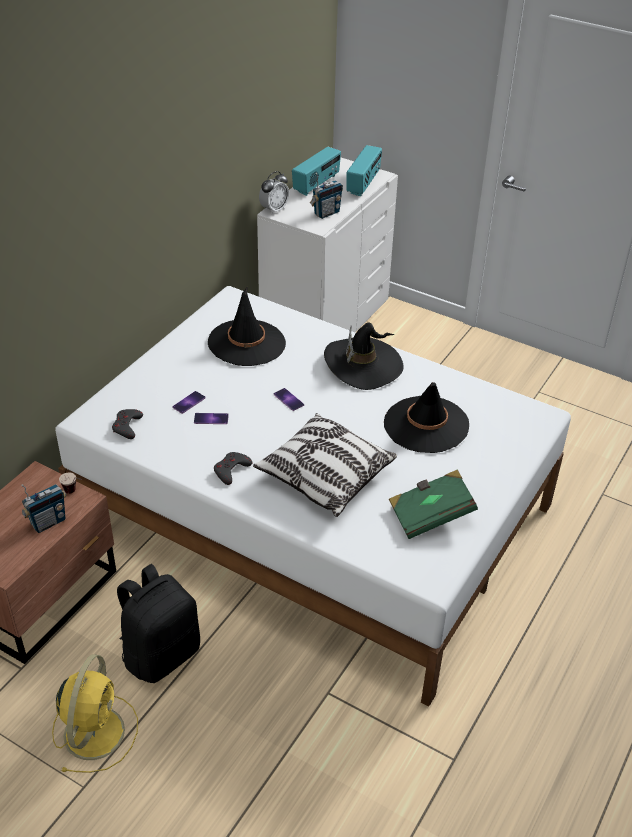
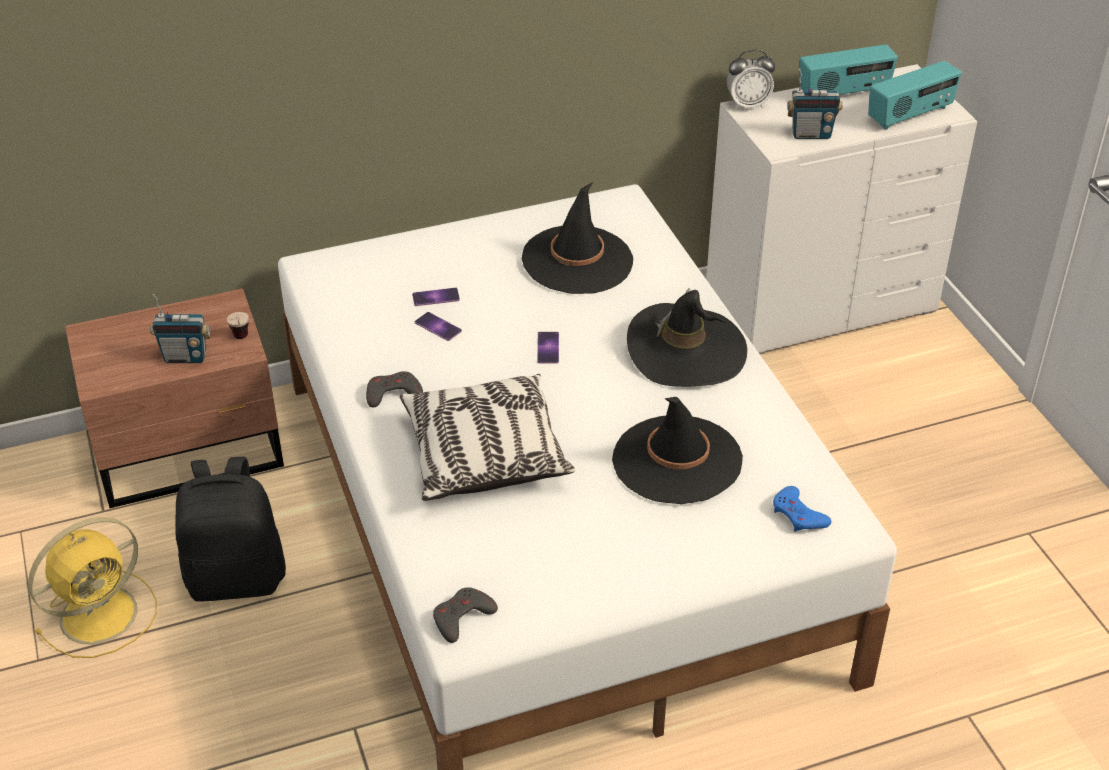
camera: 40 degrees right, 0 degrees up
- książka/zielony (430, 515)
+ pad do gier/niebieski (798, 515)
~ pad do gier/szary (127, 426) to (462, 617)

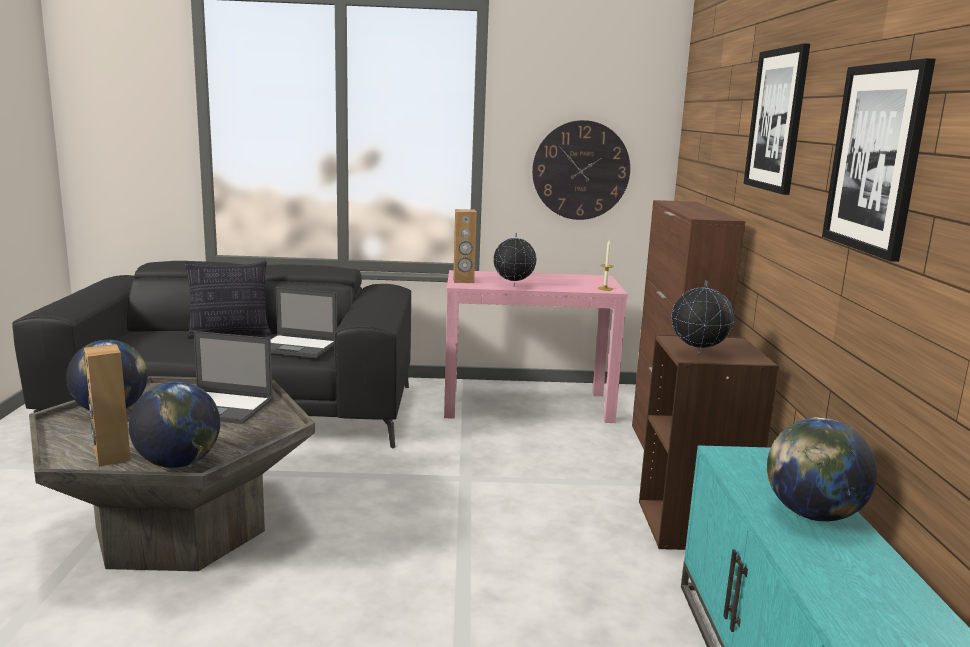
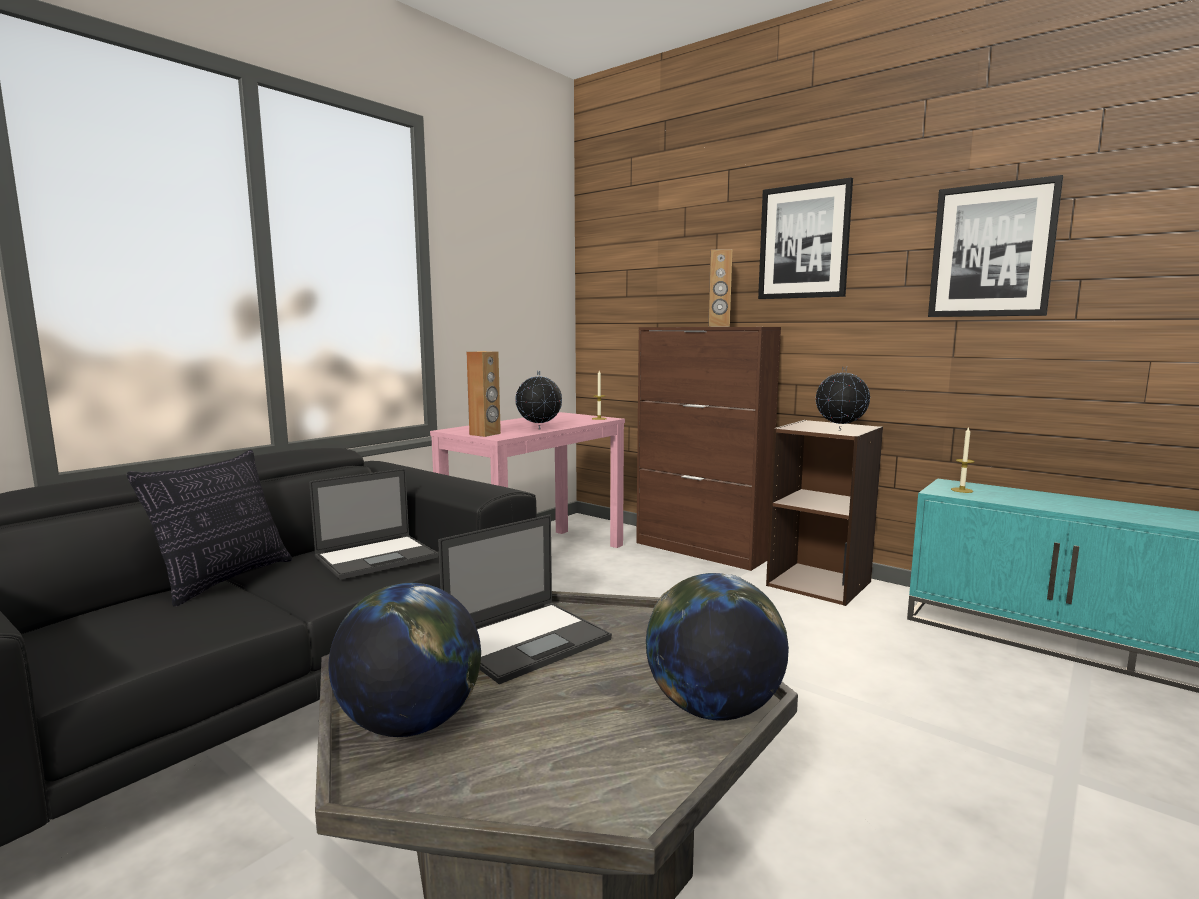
camera: 50 degrees left, 5 degrees down
- zegar ścienny (581, 170)
- globus (812, 515)
+ świeca (962, 490)
~ głośnik/brązowy (112, 457) to (718, 326)

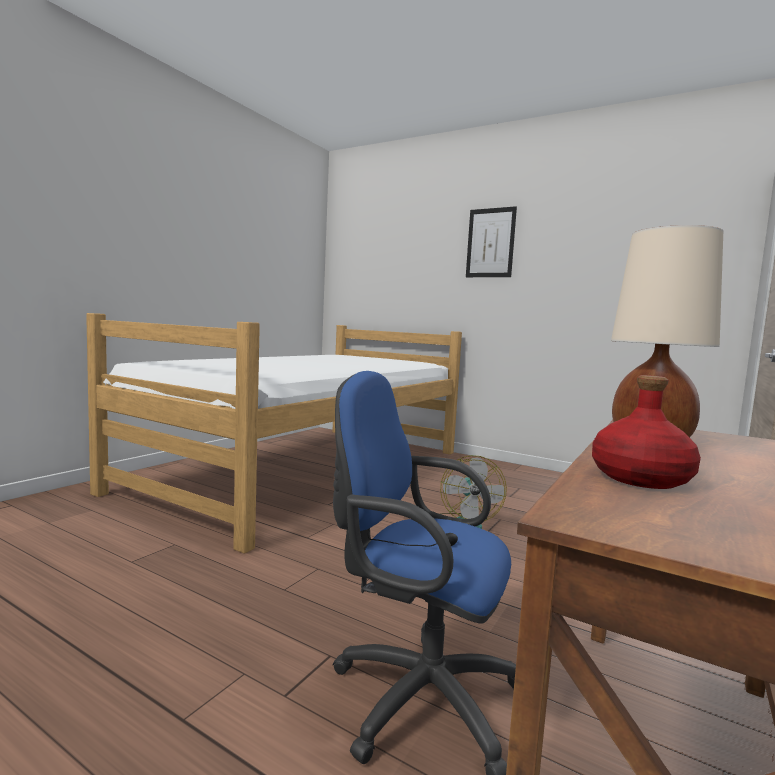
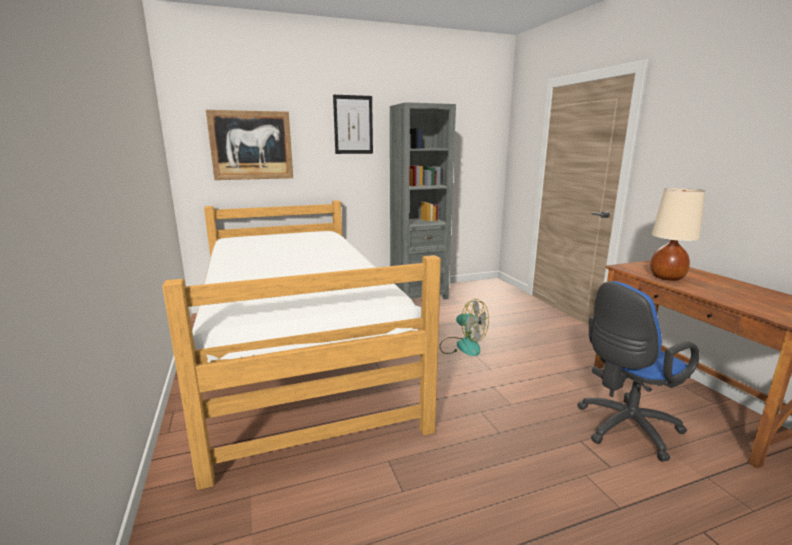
camera: 50 degrees left, 10 degrees up
- butelka/czerwony (640, 478)
+ obraz (251, 145)
+ regał/szary (418, 295)

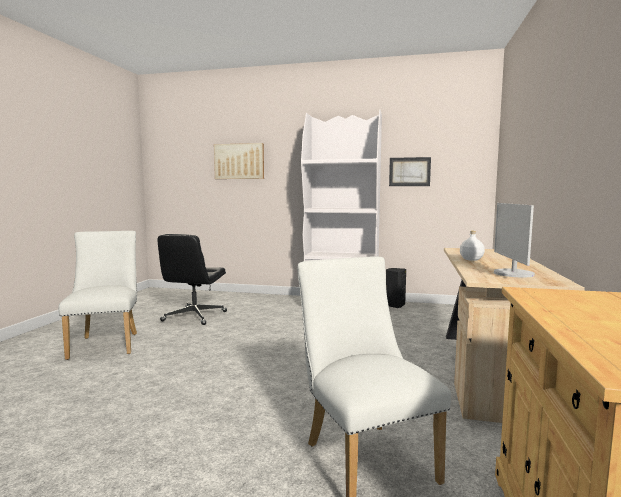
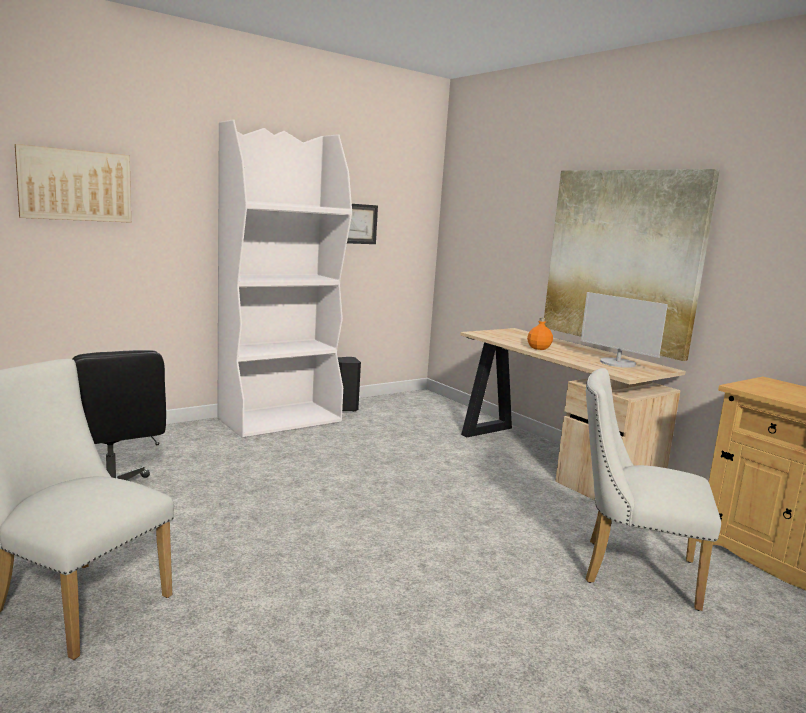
camera: 50 degrees left, 5 degrees up
+ obraz (622, 258)
~ butelka/biały (471, 259) to butelka/pomarańczowy (538, 348)

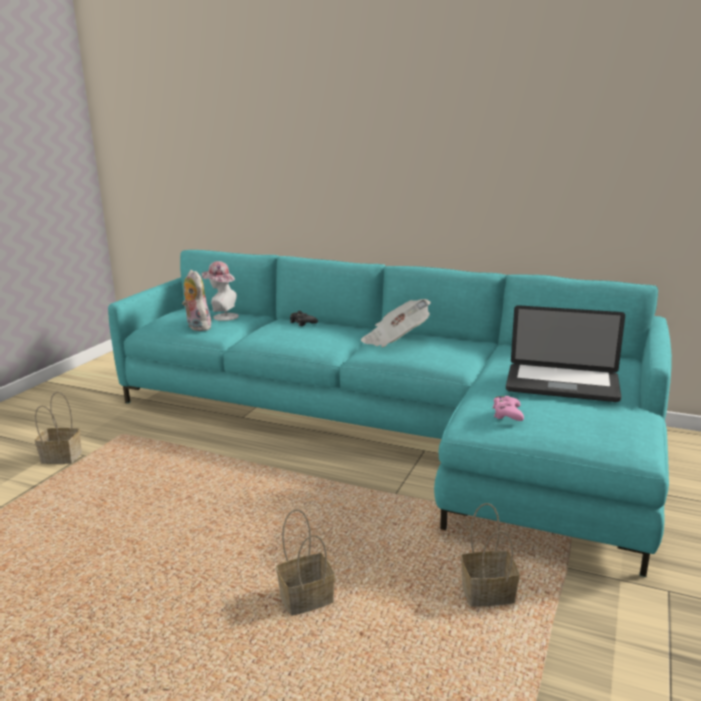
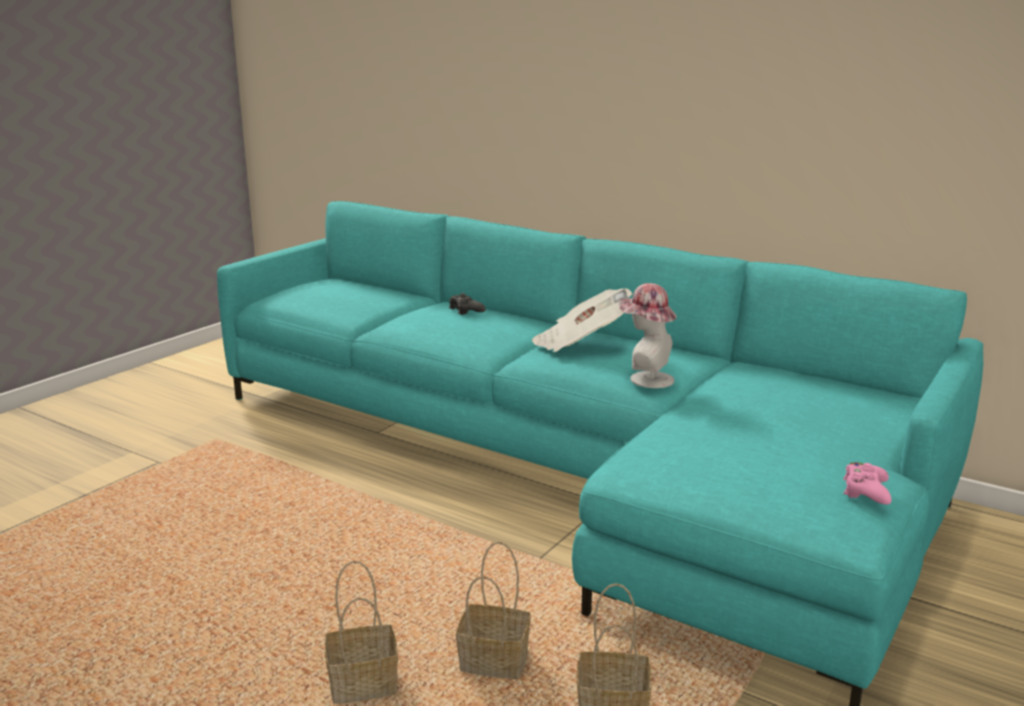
camera: 10 degrees right, 0 degrees up
- pluszak (197, 327)
- laptop (562, 384)
~ koszyk (60, 457) to (491, 663)
~ kapelusz (222, 316) to (645, 379)
~ pad do gier/różowy (507, 414) to (865, 491)

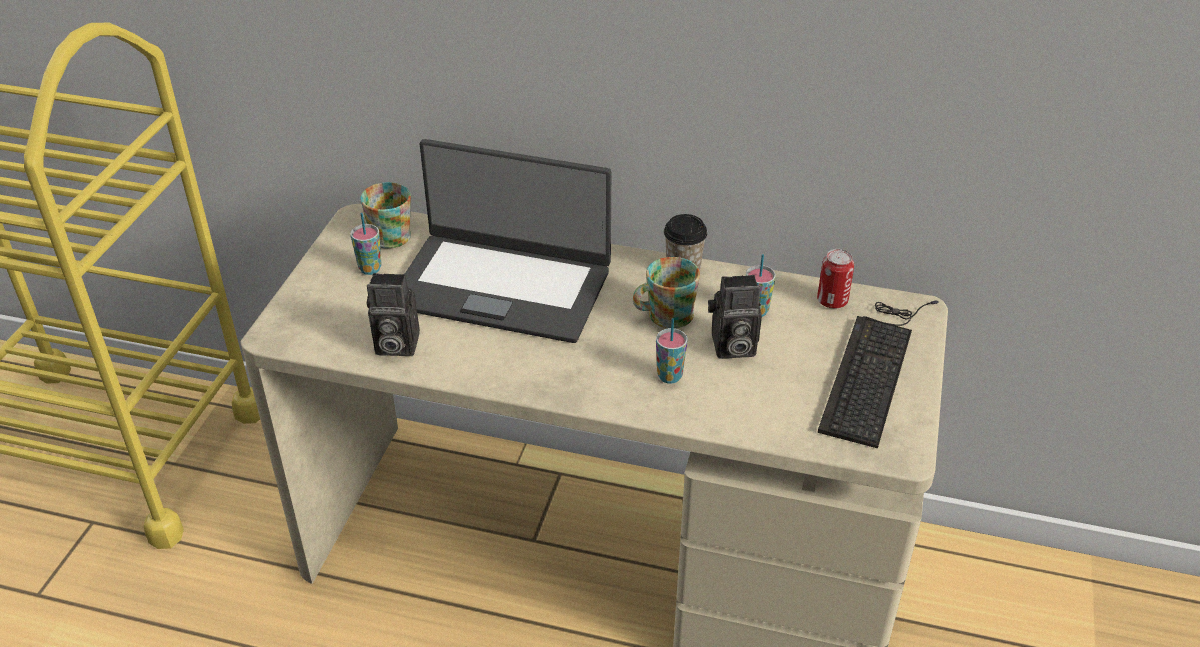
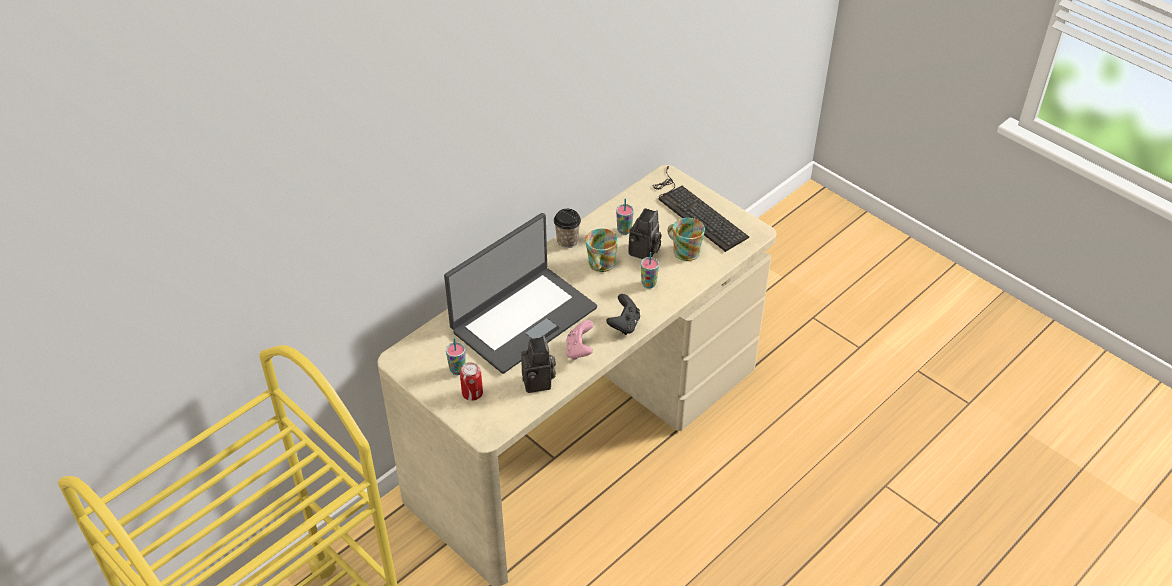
camera: 60 degrees left, 5 degrees up
+ pad do gier/różowy (579, 350)
+ pad do gier/czarny (624, 324)
~ kubek (393, 232) to (683, 249)
~ puszka (832, 301) to (472, 394)
~ aparat fotograficzny (394, 345) = (539, 383) 45 degrees counterclockwise

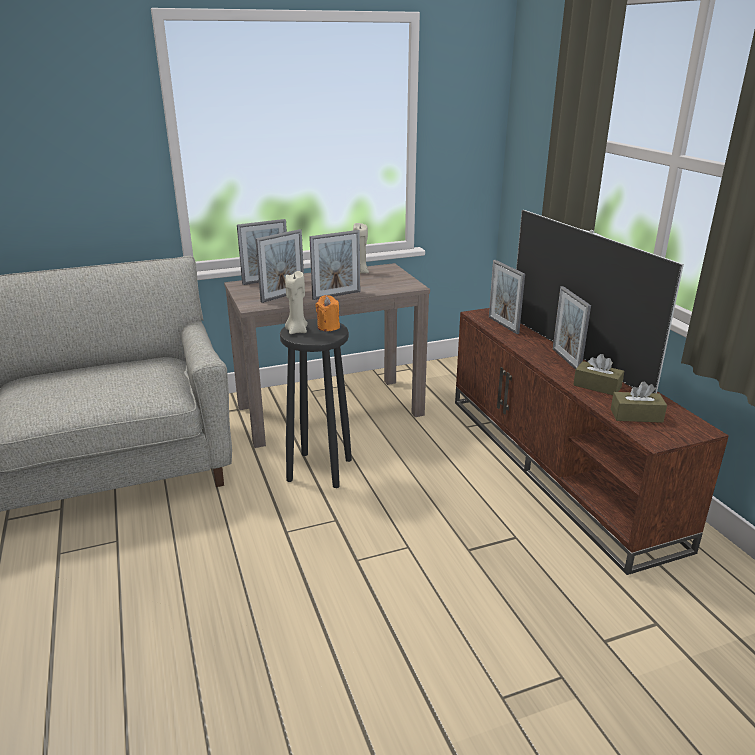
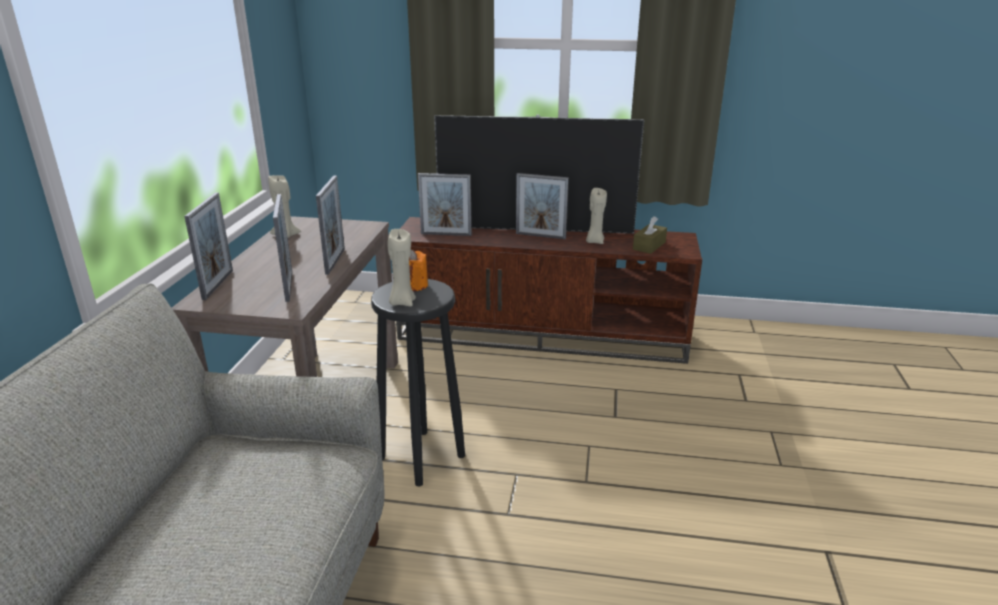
camera: 60 degrees left, 0 degrees up
~ pudełko chusteczek/brązowy (597, 386) to świeca/beżowy (594, 241)

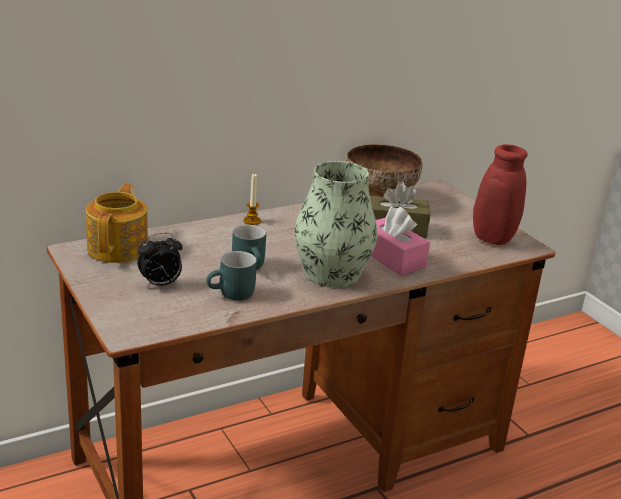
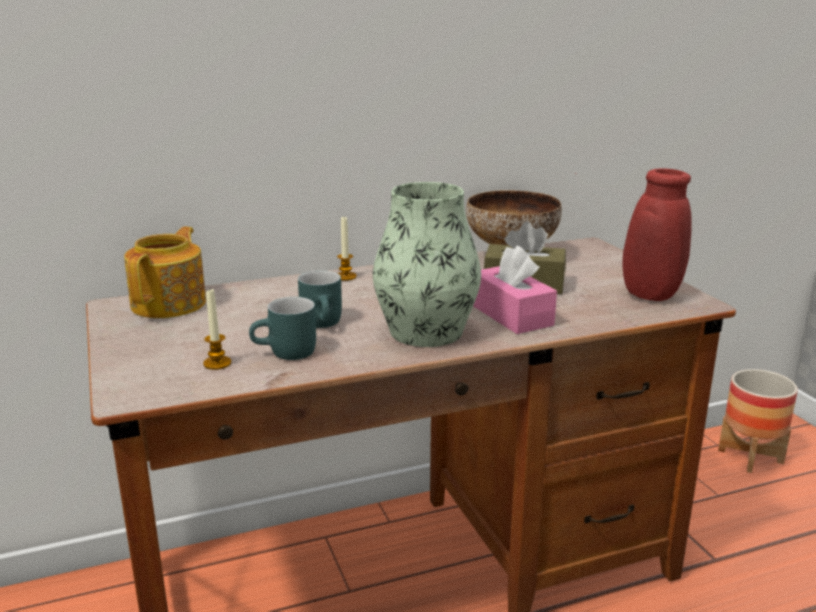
camera: 10 degrees right, 5 degrees down
- budzik (160, 284)
+ świeca (217, 363)
+ donica (750, 456)

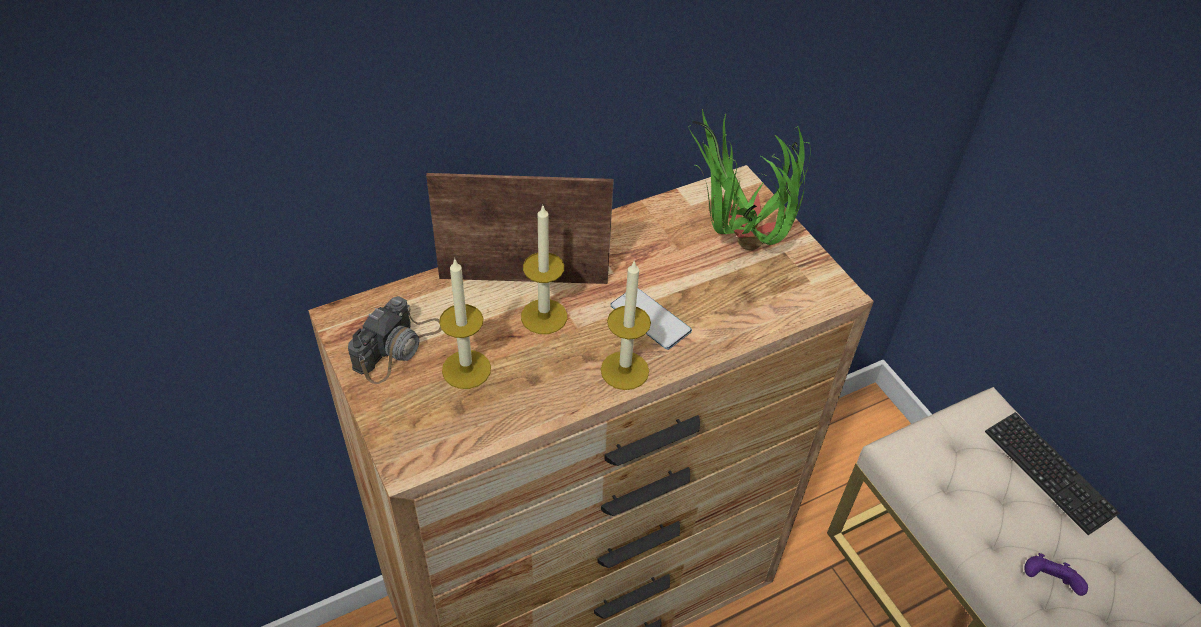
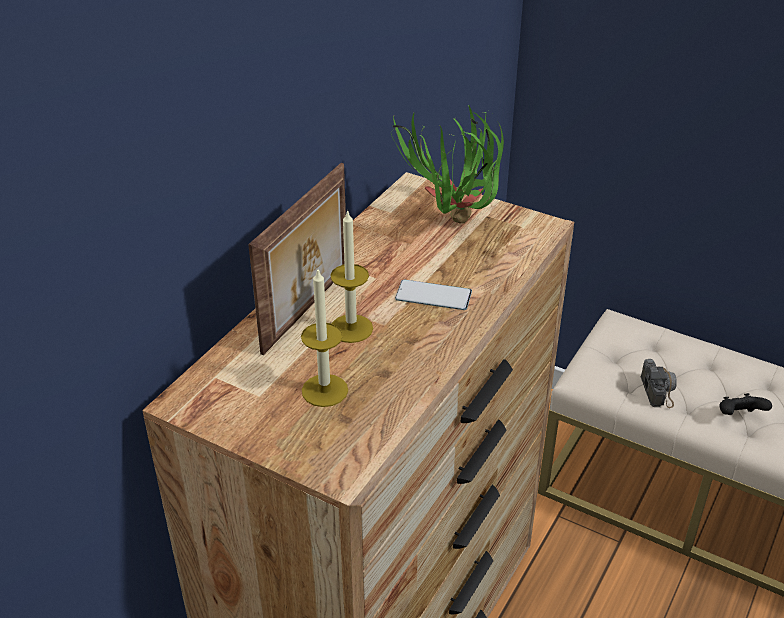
camera: 30 degrees left, 10 degrees down
- świeca (624, 370)
- klawiatura (1048, 473)
~ aparat fotograficzny (398, 346) to (658, 387)
~ pad do gier/fioletowy (1047, 582) to pad do gier/czarny (739, 416)
~ ramka na zdjęcie (523, 277) = (308, 309) 150 degrees clockwise

